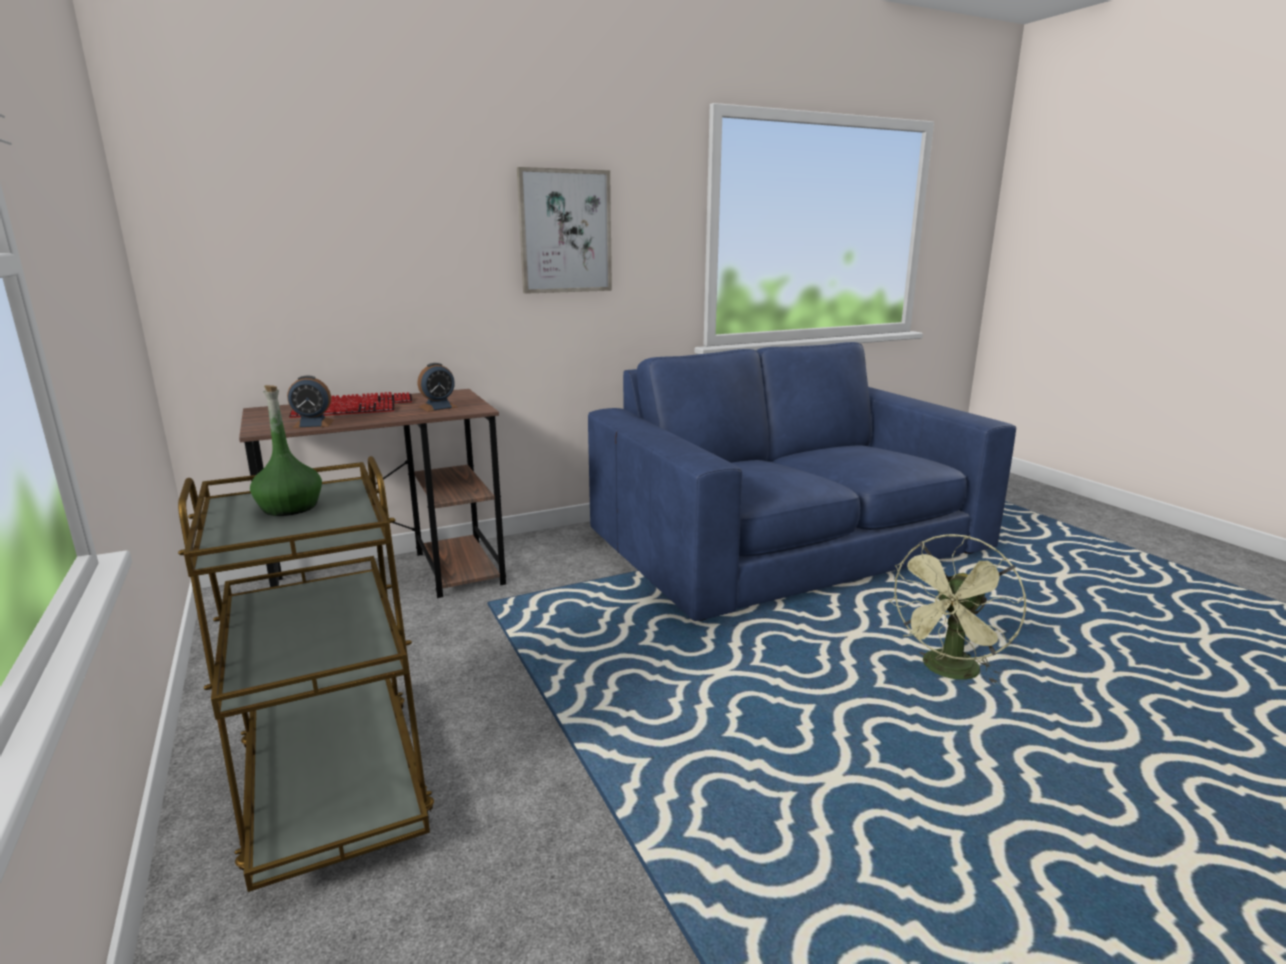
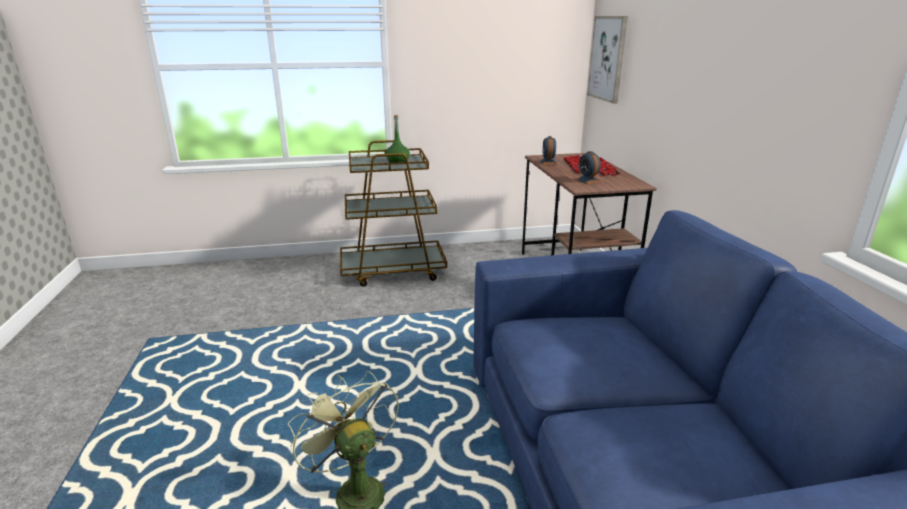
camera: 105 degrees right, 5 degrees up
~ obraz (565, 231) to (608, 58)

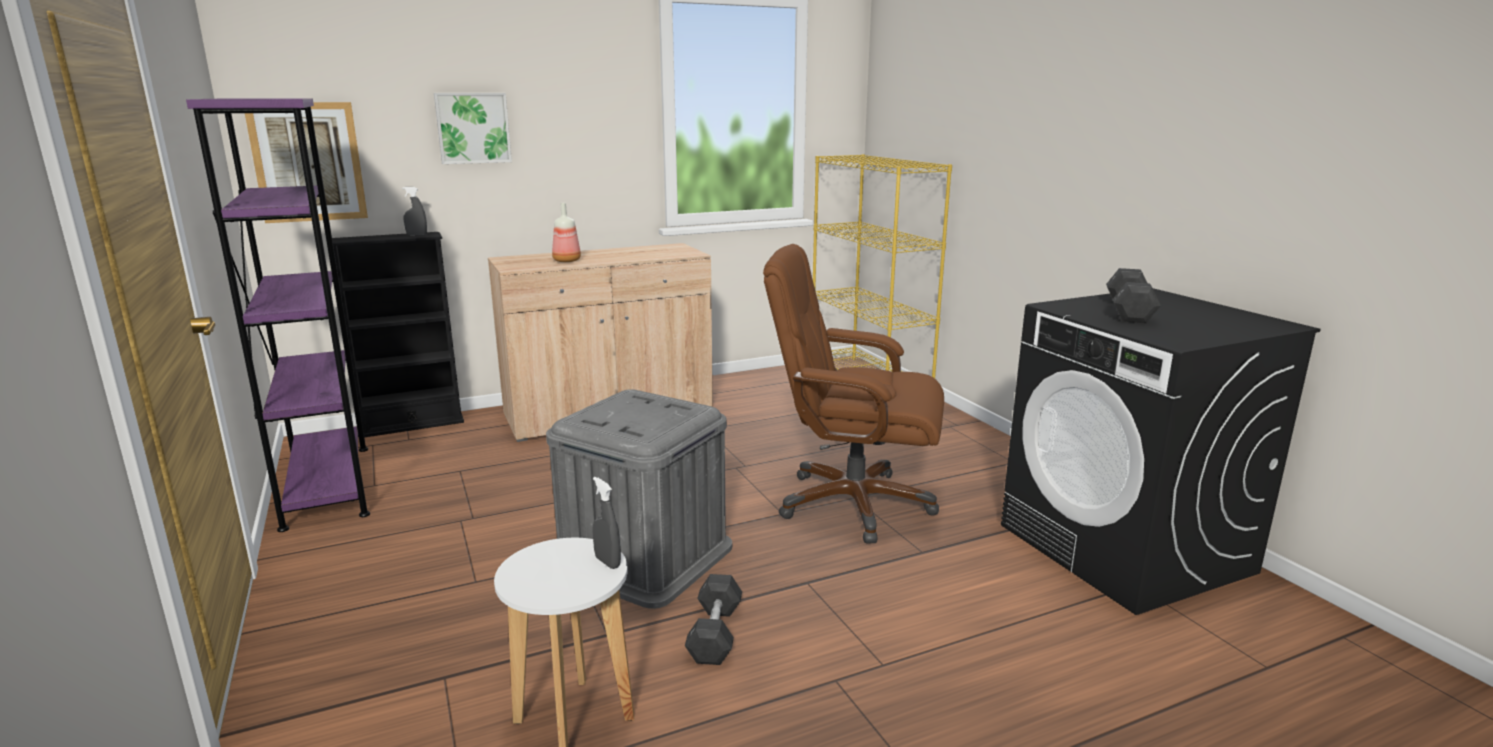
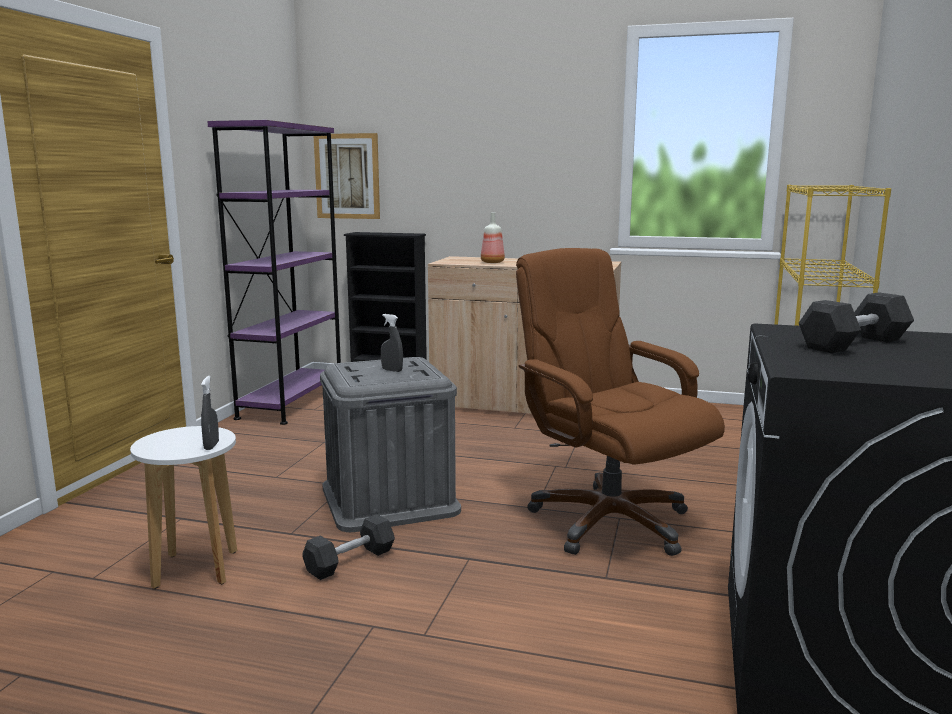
camera: 40 degrees right, 5 degrees down
- obraz (473, 128)
~ spryskiwacz/szary (417, 235) to (392, 370)

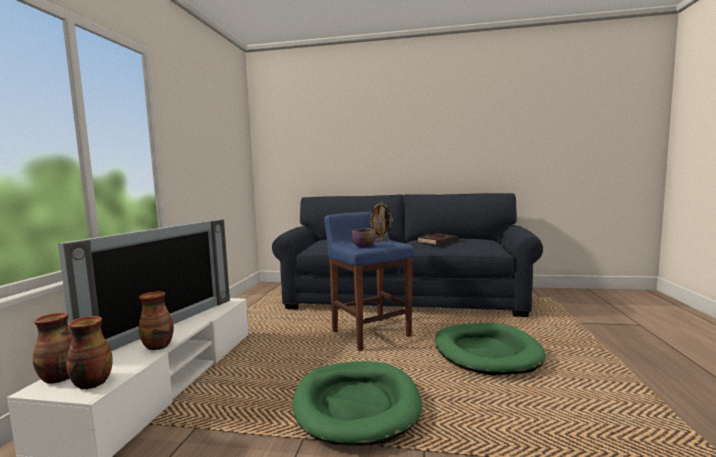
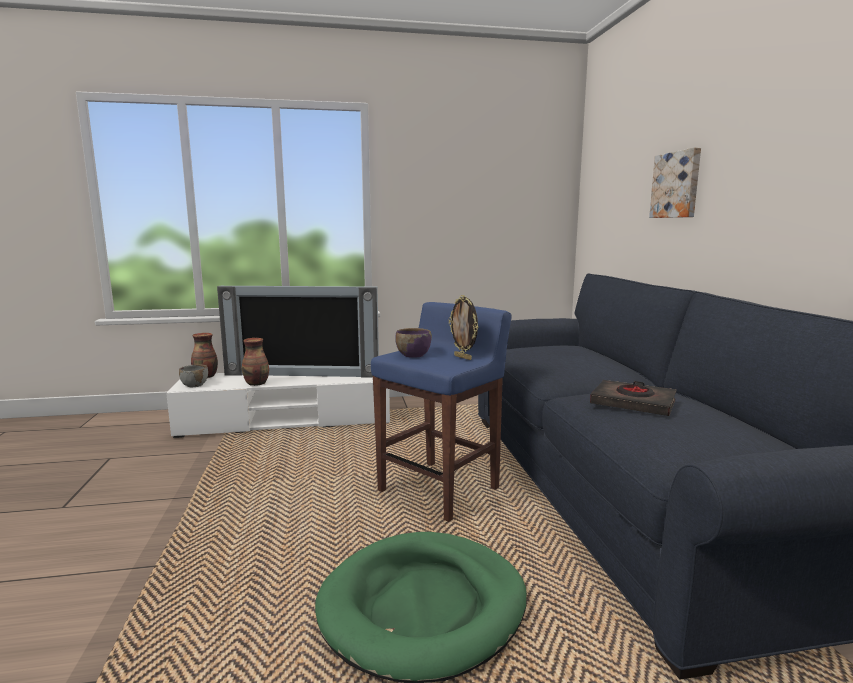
camera: 70 degrees right, 5 degrees up
- legowisko/zielony (356, 405)
+ obraz (677, 185)
~ wazon (91, 383) to miska/szary (195, 385)

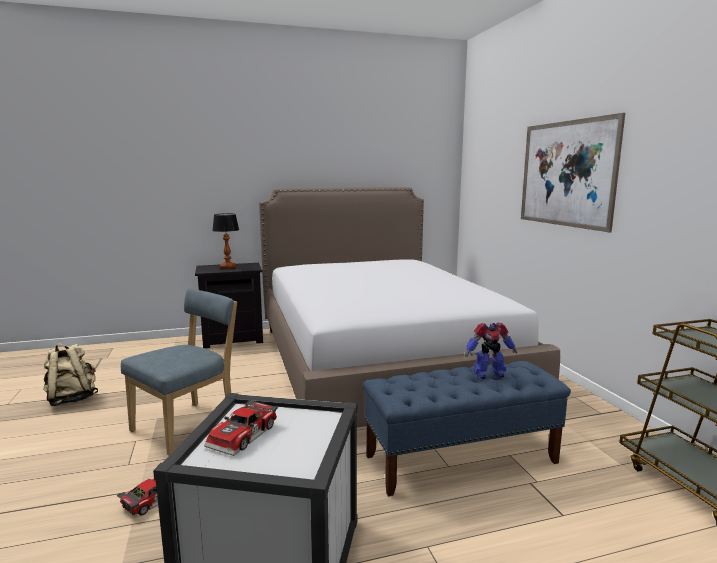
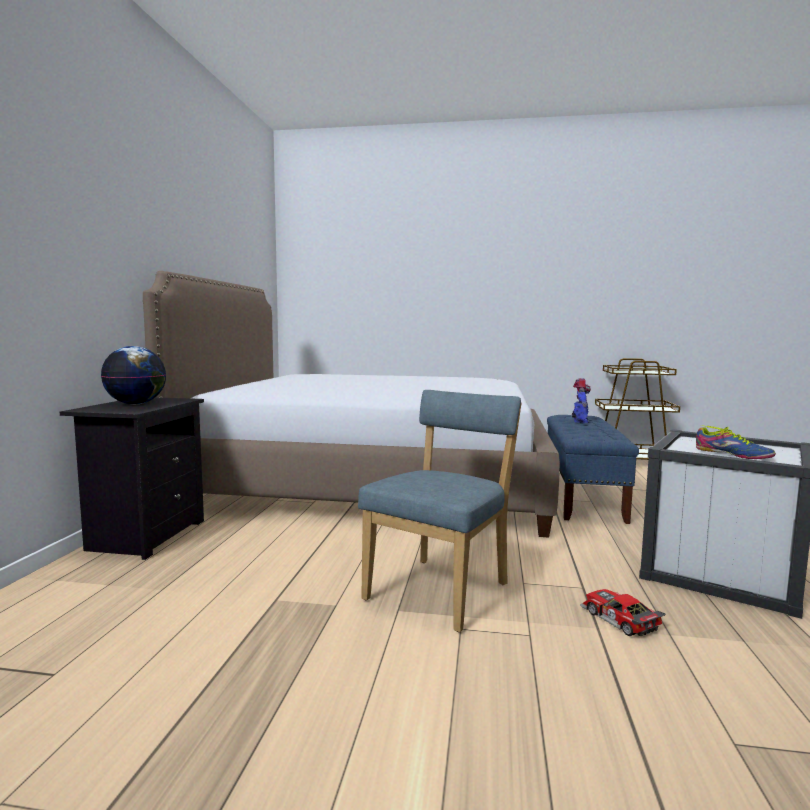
camera: 65 degrees left, 5 degrees down
- plecak/beżowy (72, 399)
- obraz (566, 174)
~ samochodzik (244, 436) to but (732, 454)
~ lampa stołowa (228, 267) to globus (136, 404)
~ krzesło/niebieski (188, 425) = (442, 589) 60 degrees clockwise

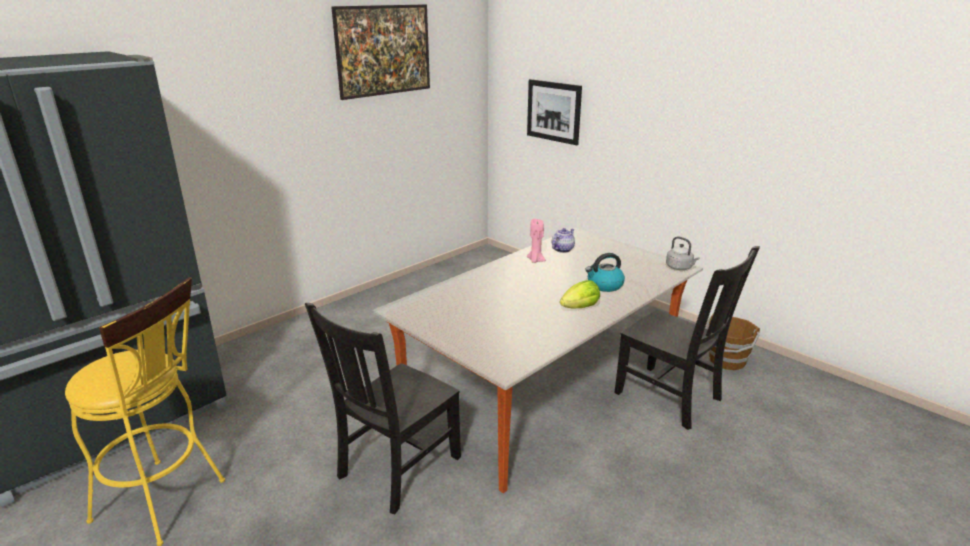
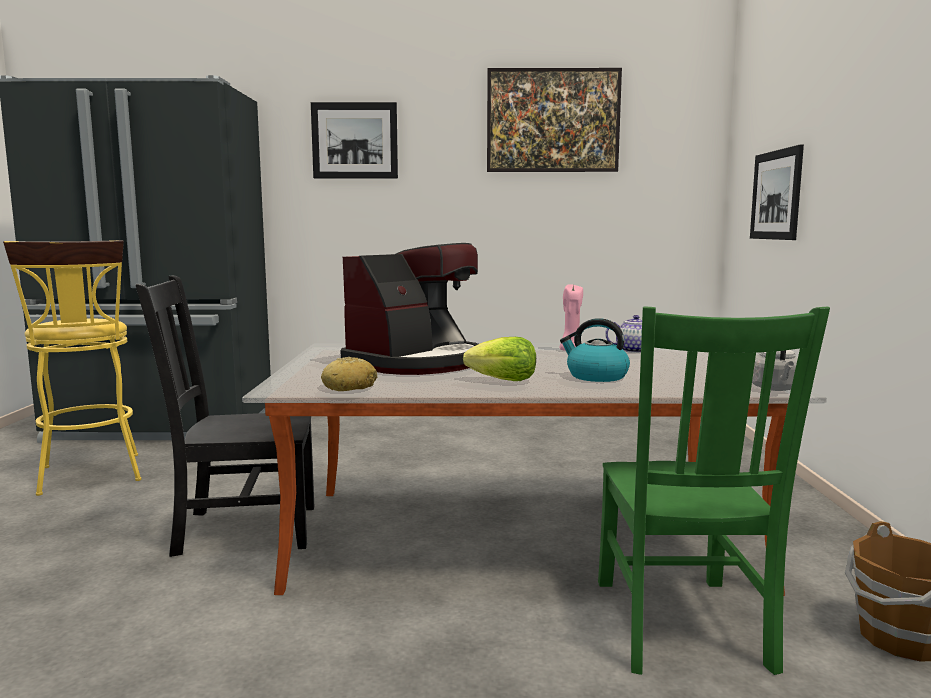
camera: 45 degrees right, 15 degrees down
+ obraz (354, 140)
+ chleb (349, 387)
+ ekspres do kawy (417, 363)
~ krzesło/czarny (671, 397) to krzesło/zielony (681, 627)

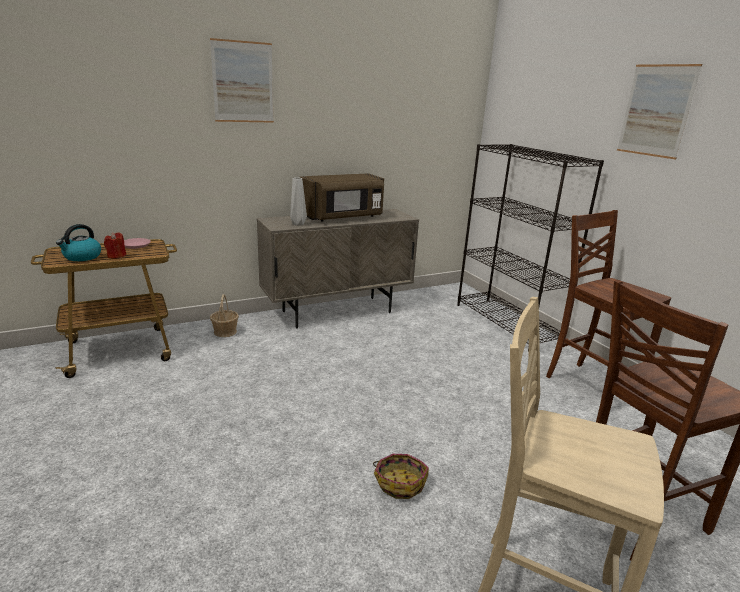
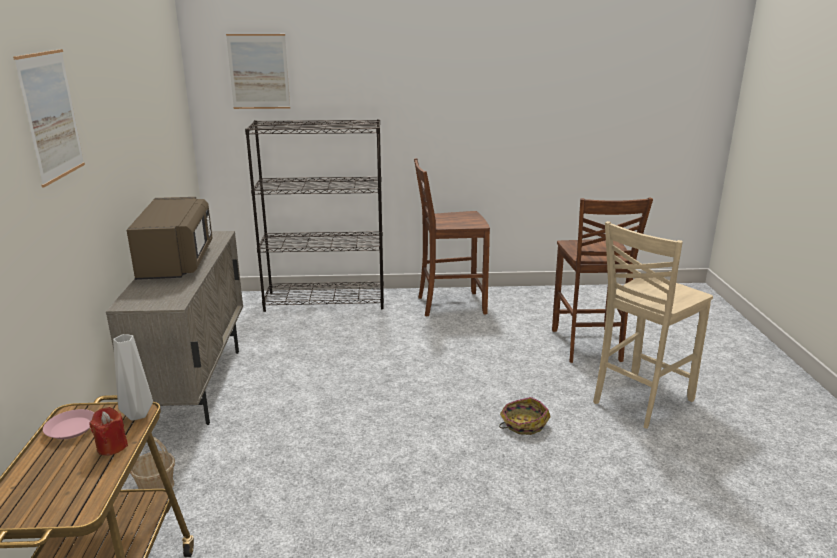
camera: 65 degrees left, 0 degrees up
- czajnik (82, 257)
~ wazon/szary (298, 224) to (136, 414)
~ obraz (656, 111) to (259, 71)

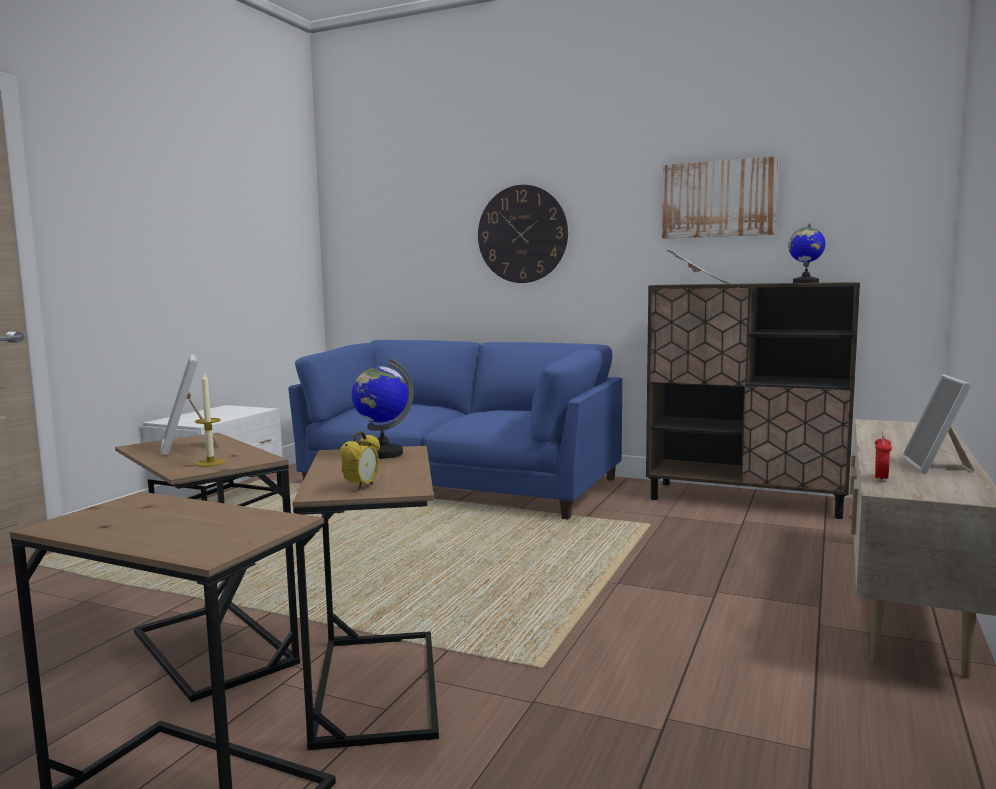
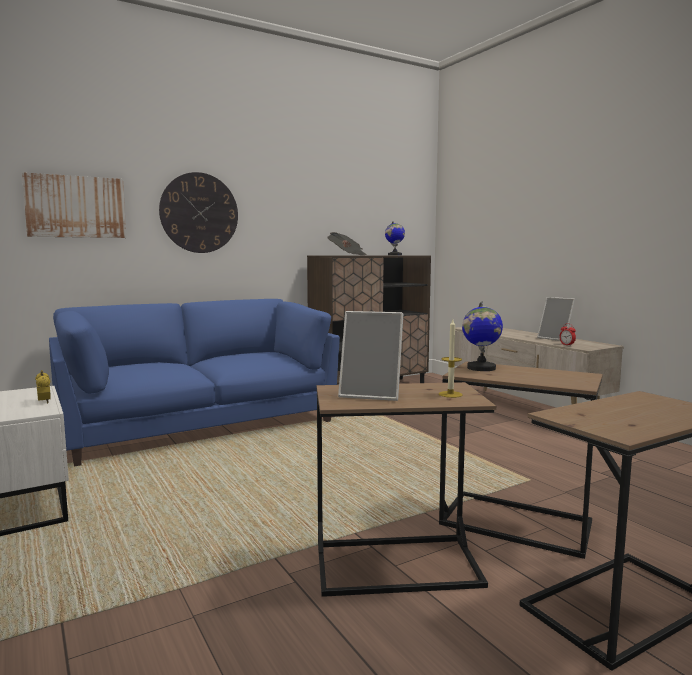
camera: 55 degrees left, 0 degrees up
~ budzik (362, 487) to (44, 402)
~ obraz (718, 199) to (76, 207)

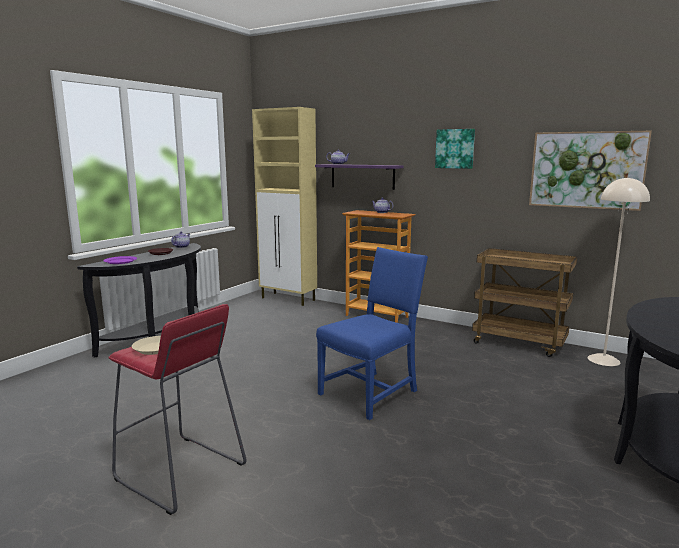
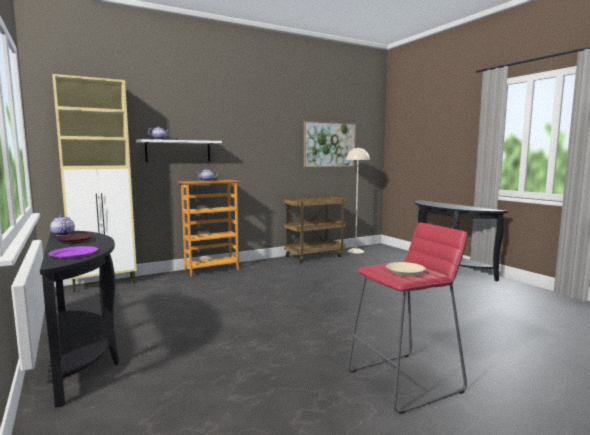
camera: 60 degrees left, 5 degrees down
- krzesło/niebieski (371, 392)
- obraz (455, 148)
~ półka/fioletowy (362, 176) to półka/biały (178, 151)

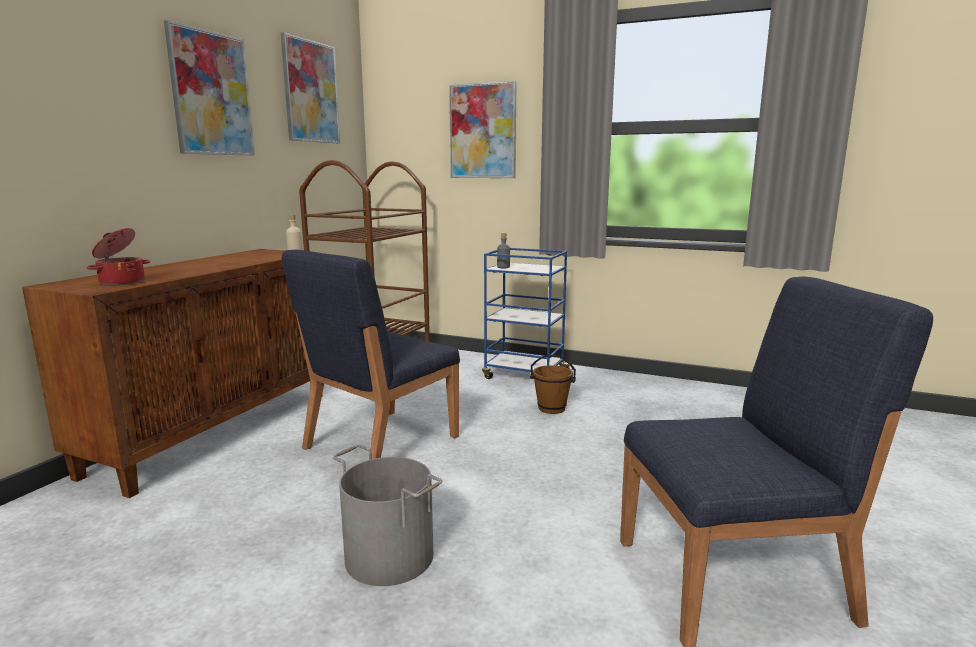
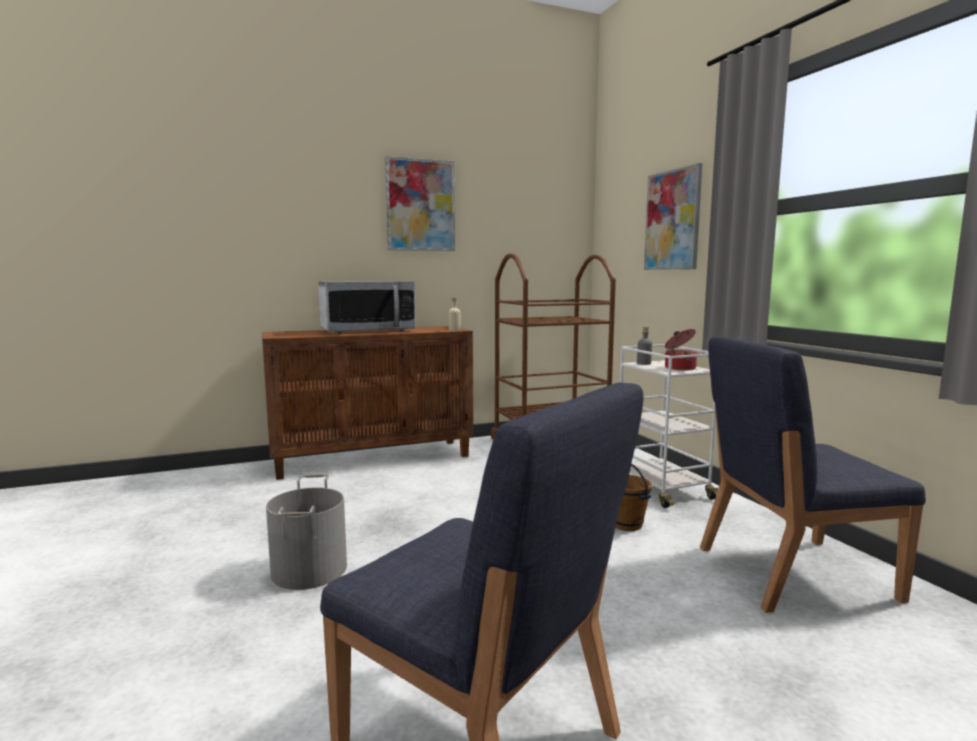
camera: 45 degrees right, 5 degrees down
- obraz (310, 92)
+ mikrofalówka (367, 331)
~ garnek (121, 282) to (679, 368)
~ krzesło/niebieski (379, 442) to (791, 572)
~ wózek/niebieski (525, 375) to wózek/biały (661, 488)

